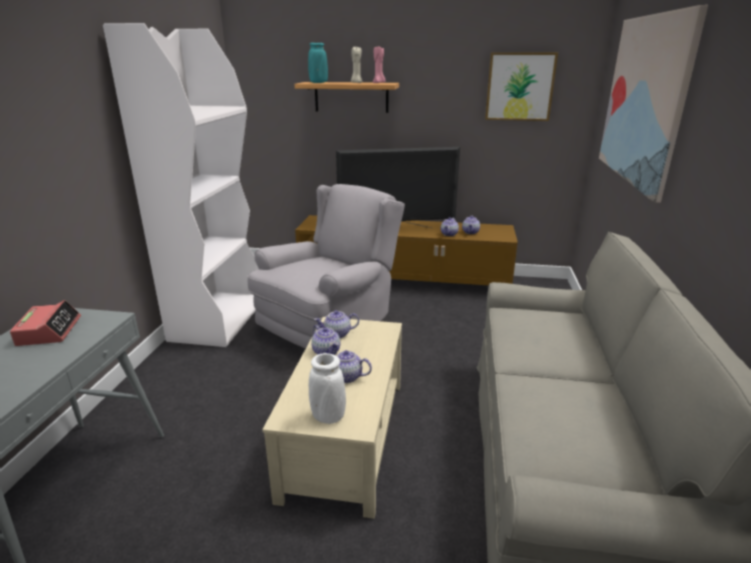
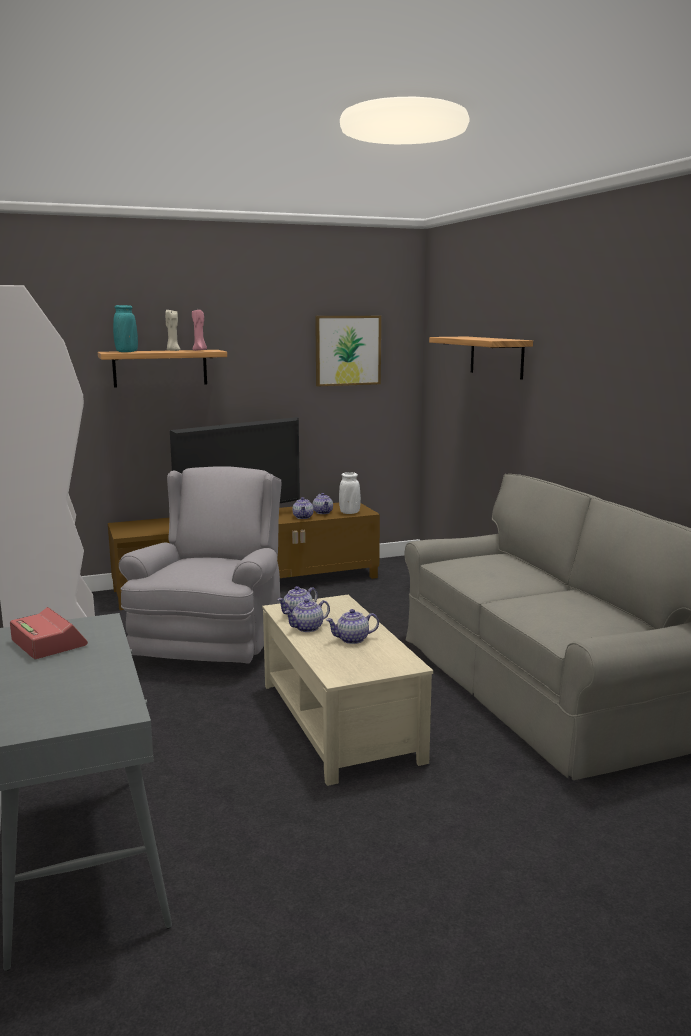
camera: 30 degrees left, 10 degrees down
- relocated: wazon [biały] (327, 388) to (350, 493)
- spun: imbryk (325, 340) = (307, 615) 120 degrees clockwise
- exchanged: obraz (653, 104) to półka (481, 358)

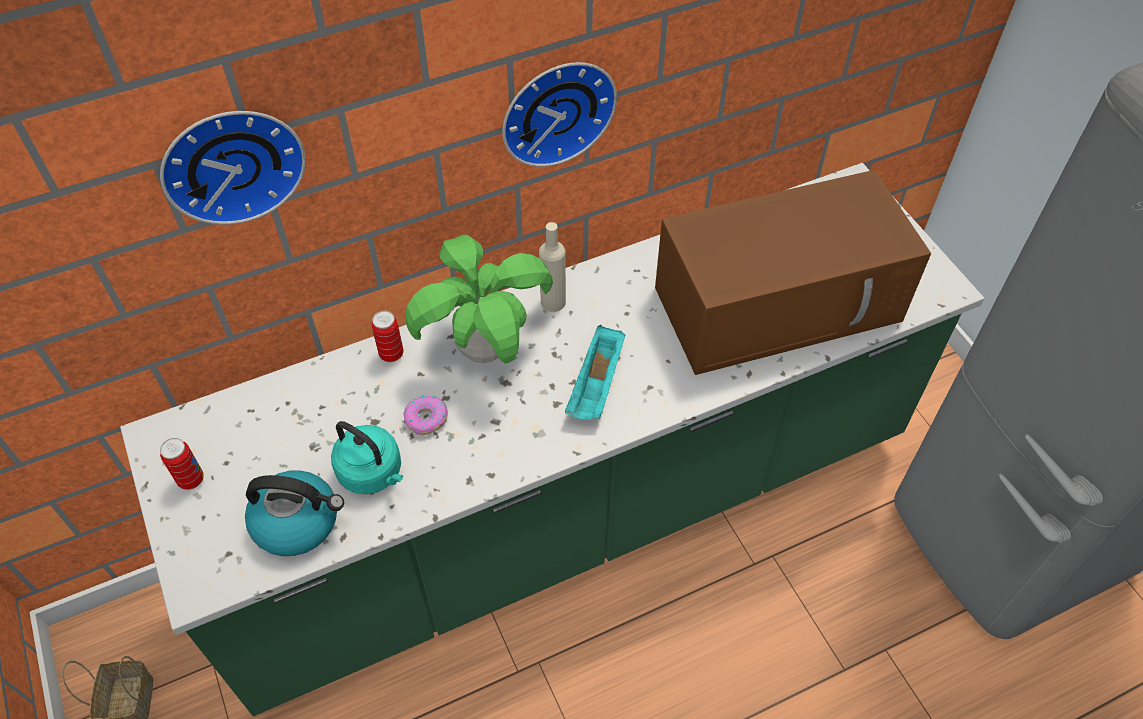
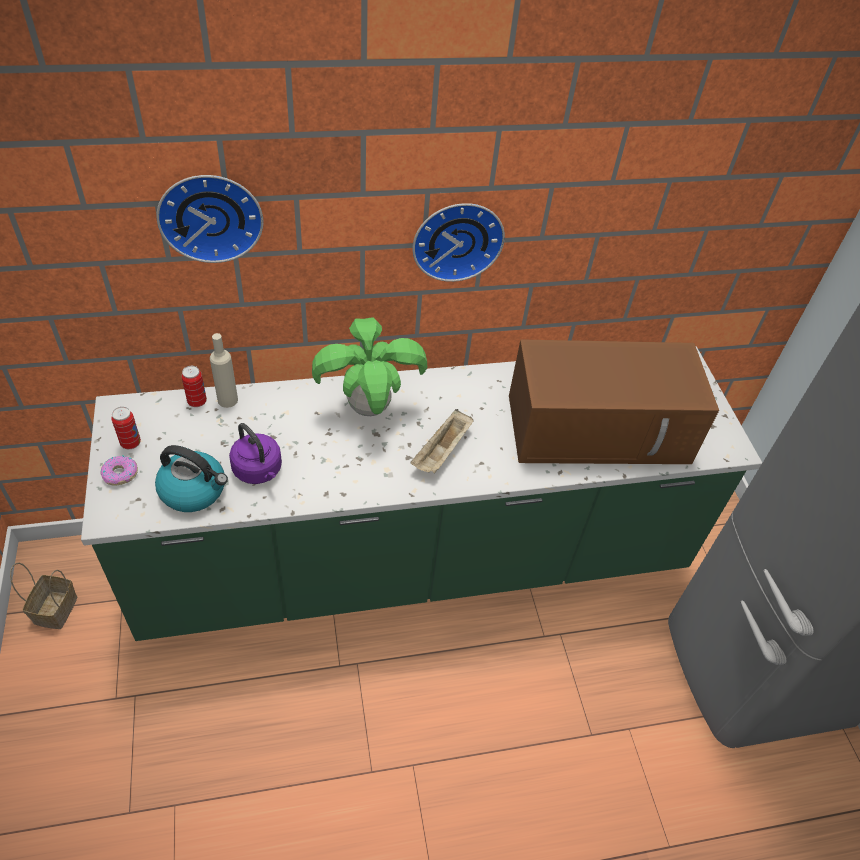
camera: 10 degrees right, 5 degrees down
- colour: czajnik [turkusowy] (367, 457) to czajnik [fioletowy] (255, 453)
- relocated: puszka (388, 336) to (194, 386)
- relocated: donut (425, 415) to (119, 470)
- relocated: butelka [beżowy] (552, 267) to (224, 370)
- colour: taca [turkusowy] (595, 372) to taca [beżowy] (442, 441)

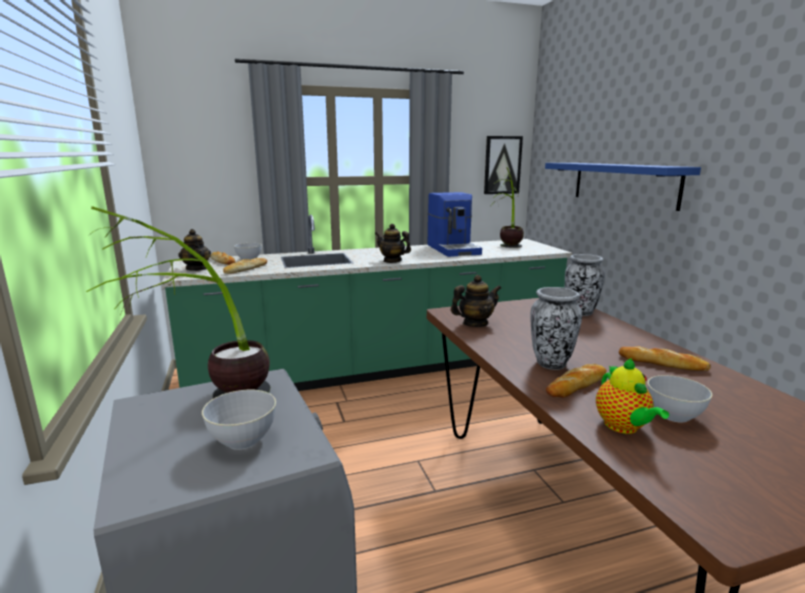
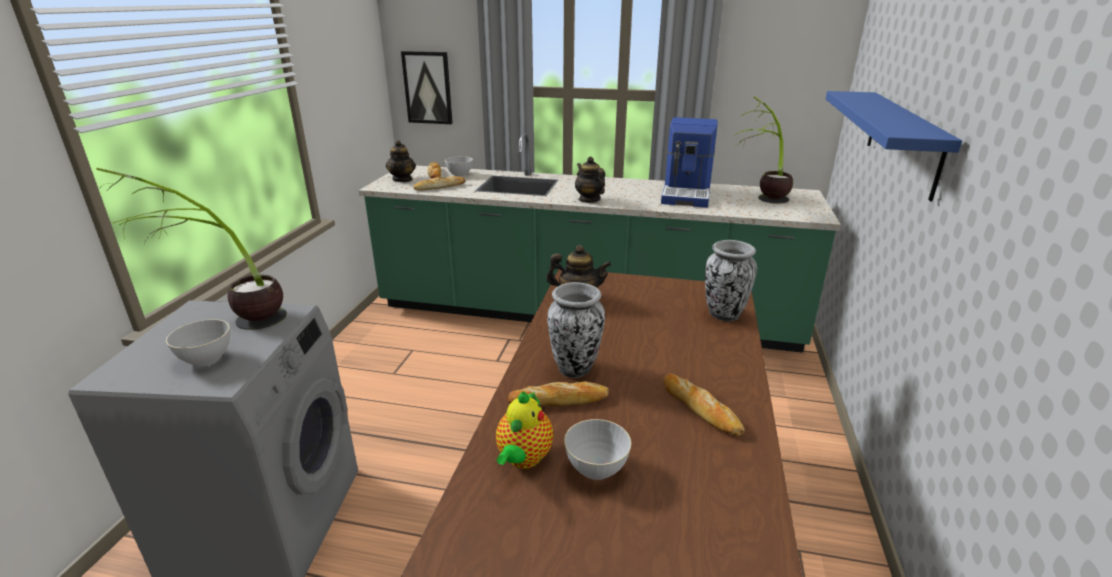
camera: 30 degrees right, 10 degrees up
- relocated: obraz (503, 165) to (427, 87)

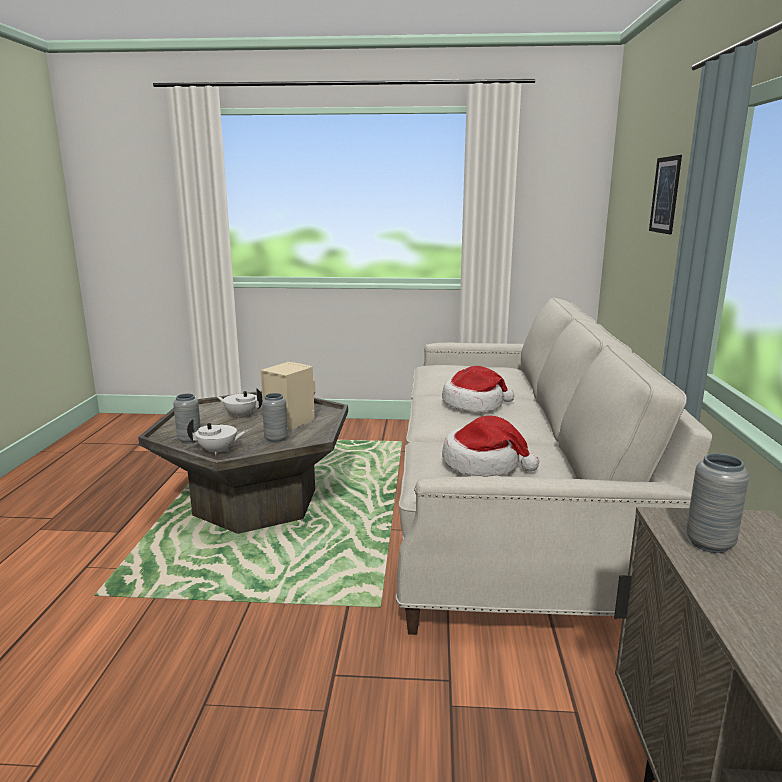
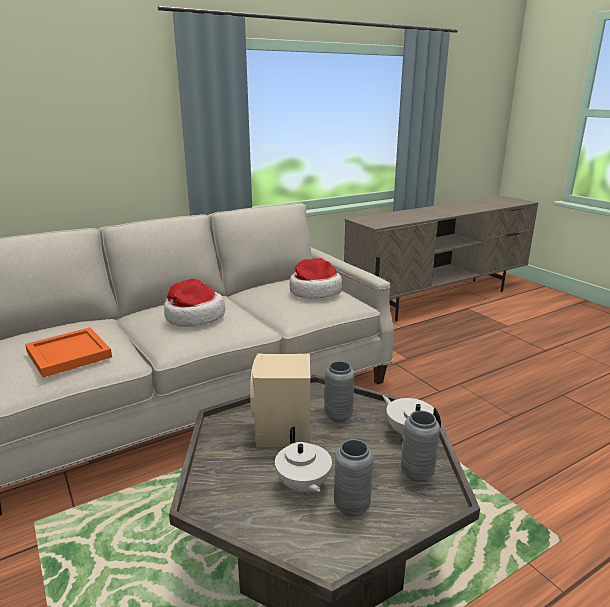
camera: 125 degrees left, 5 degrees up
- missing: obraz (665, 195)
- relocated: wazon [szary] (717, 503) to (353, 478)
- appeared: taca [pomarańczowy] (68, 352)

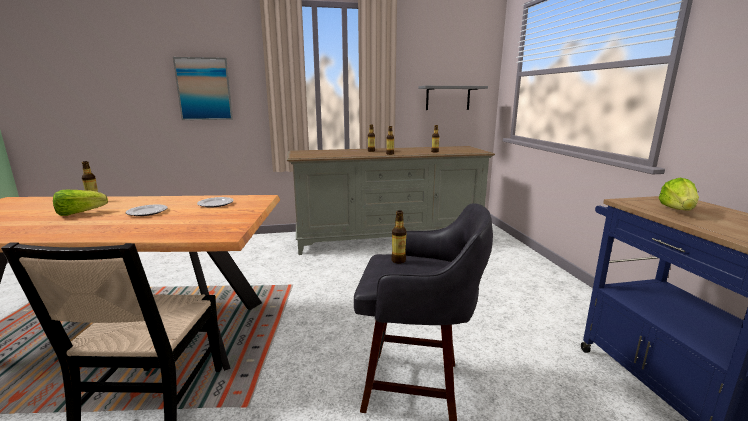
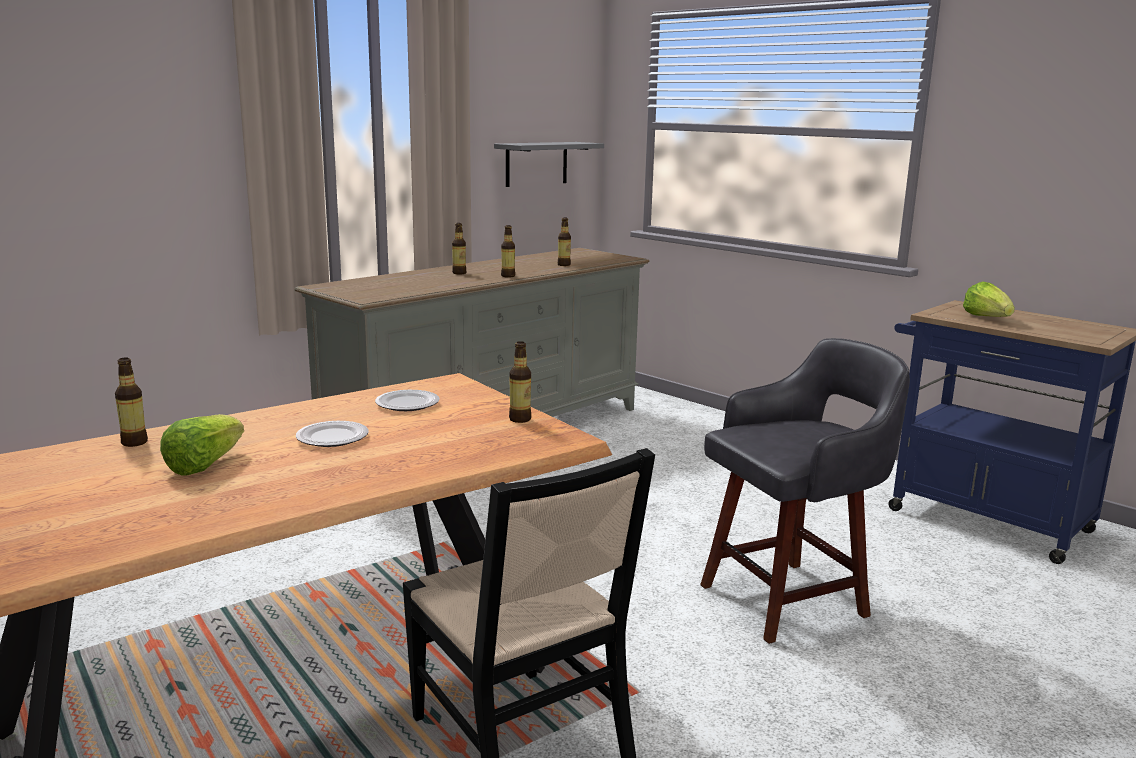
camera: 35 degrees left, 0 degrees up
- missing: obraz (203, 88)
- relocated: butelka (398, 237) to (520, 382)

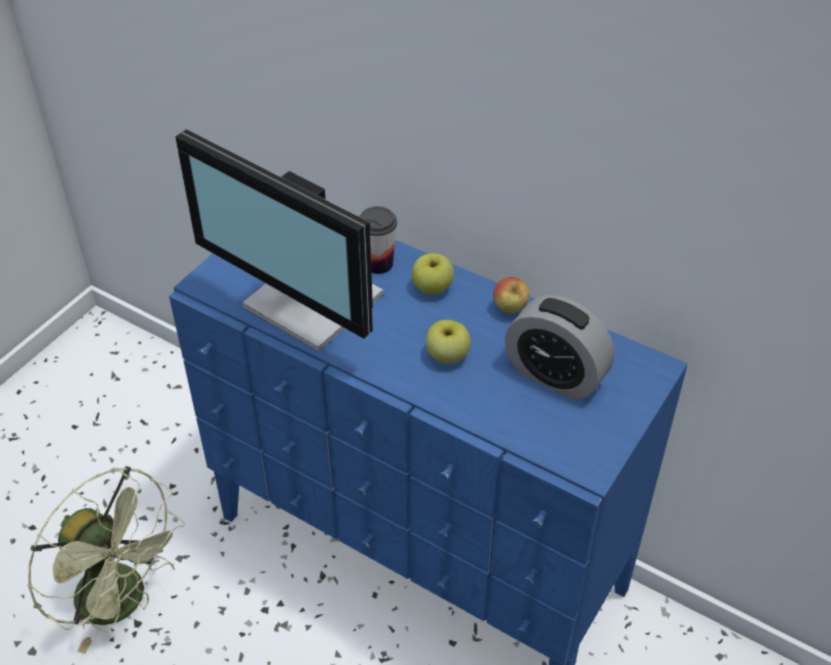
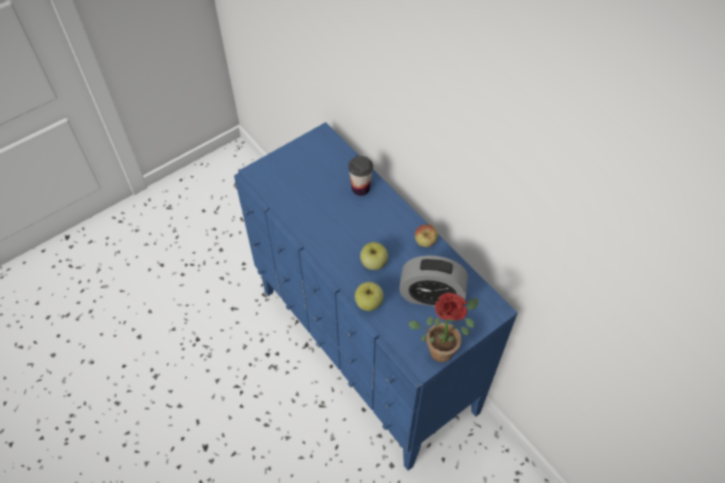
camera: 20 degrees right, 10 degrees up
- missing: wentylator [zielony] (106, 560)
- missing: monitor (279, 240)
- relocated: jabłko (433, 274) to (369, 296)
- spun: budzik (560, 347) = (433, 281) 45 degrees counterclockwise
- appeared: roślina doniczkowa (443, 327)

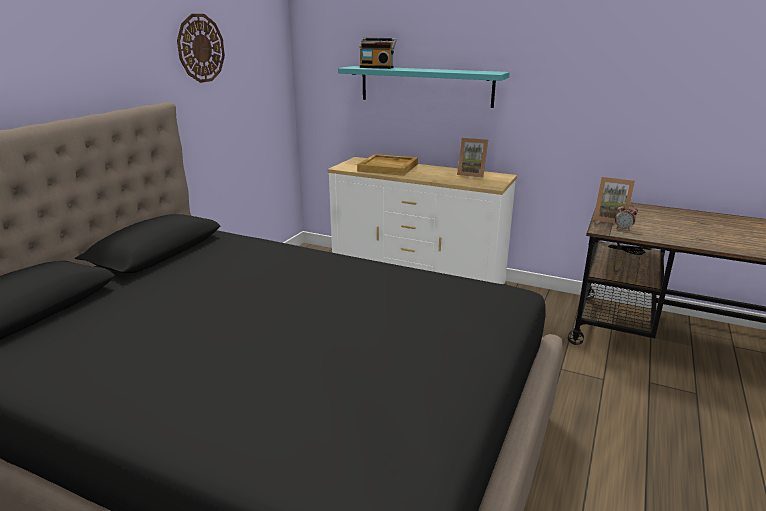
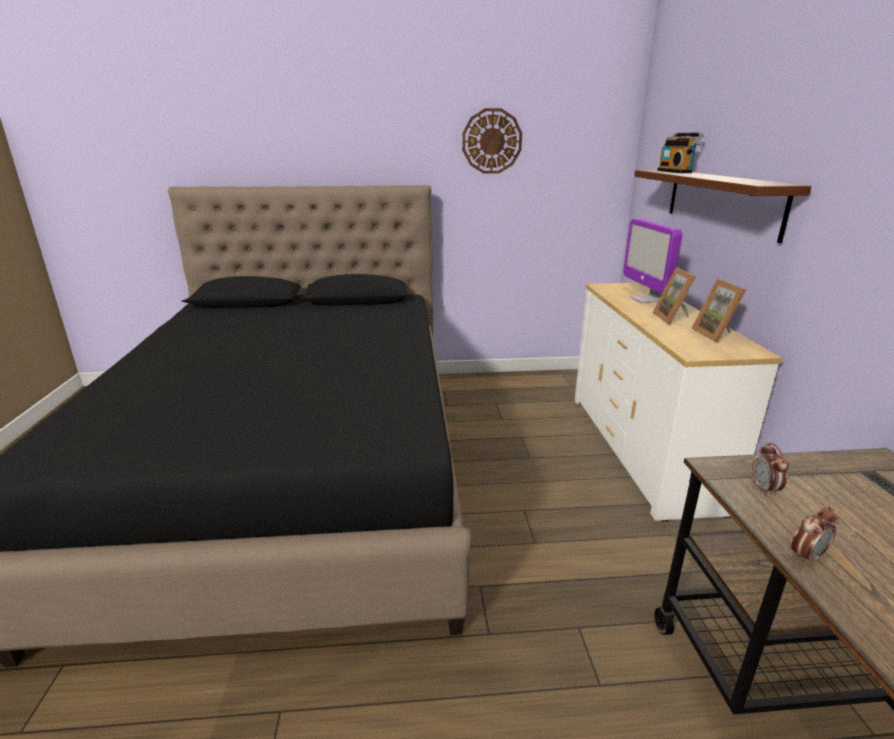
camera: 60 degrees right, 0 degrees up
- colour: półka [turkusowy] (424, 87) to półka [brązowy] (723, 206)
- exchanged: taca [beżowy] (387, 165) to monitor (652, 261)
- relocated: ramka na zdjęcie (614, 200) to (674, 296)
- appeared: budzik (814, 536)

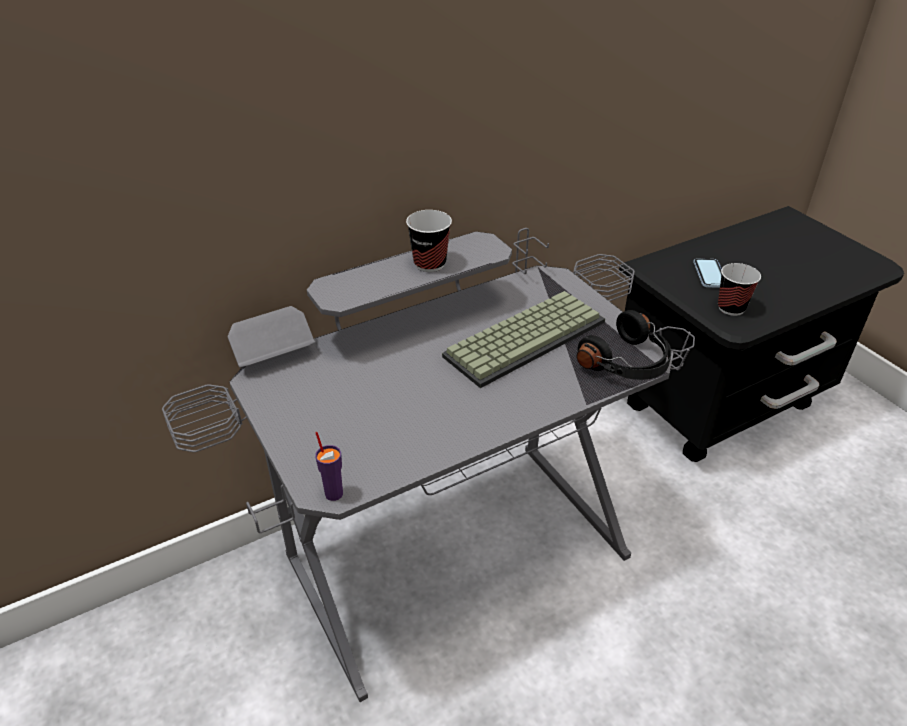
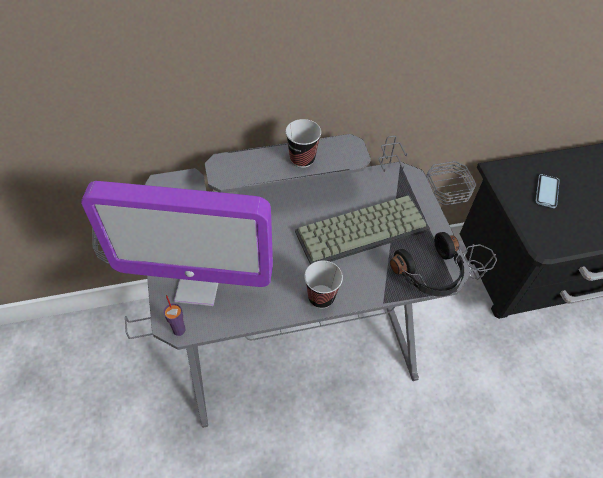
camera: 15 degrees right, 15 degrees up
- relocated: filiżanka (739, 289) to (323, 284)
- appeared: monitor (177, 243)

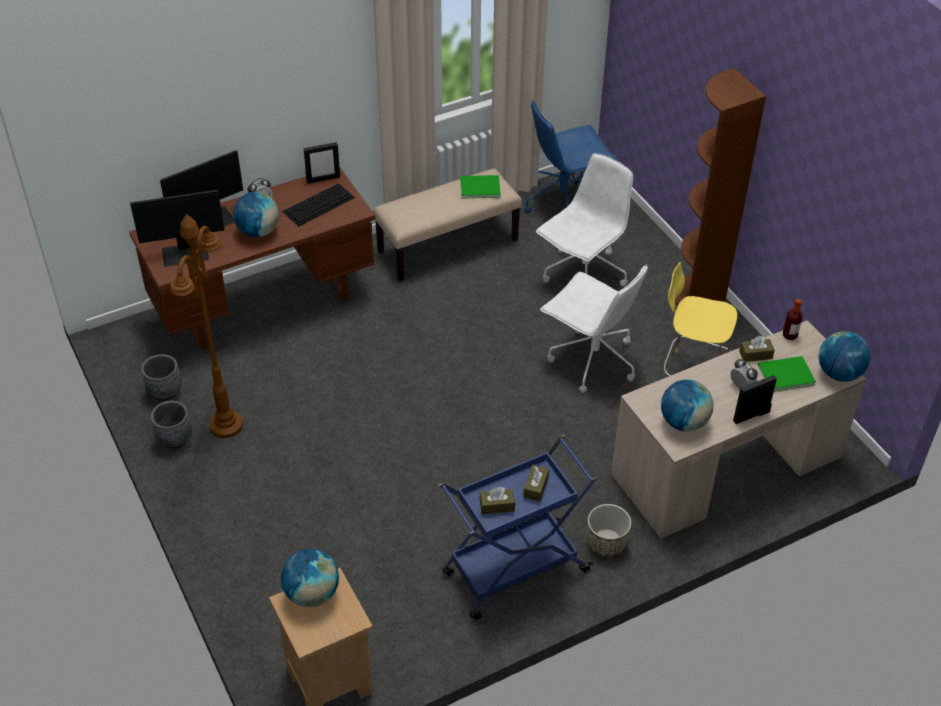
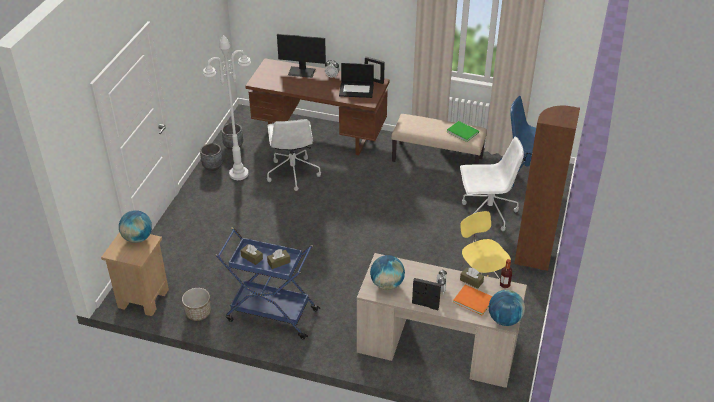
camera: 45 degrees right, 5 degrees down
- missing: monitor (177, 228)
- colour: lampa stojąca [brązowy] (207, 326) to lampa stojąca [biały] (227, 107)
- missing: globus (256, 214)
- exchanged: klawiatura (318, 204) to laptop (356, 80)
- relocated: krzesło biurowe [biały] (594, 329) to (294, 155)
- relocated: donica (609, 530) to (196, 304)
- colour: książka [zielony] (787, 374) to książka [pomarańczowy] (473, 300)

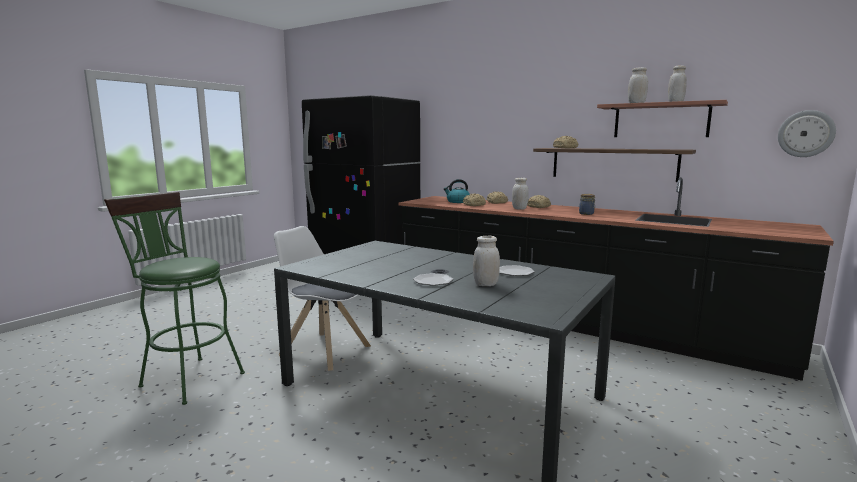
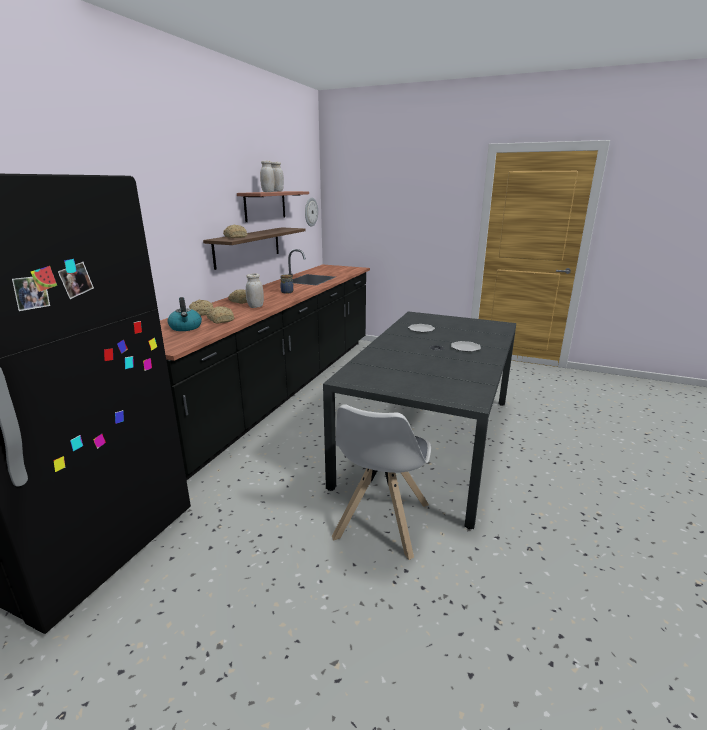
camera: 100 degrees left, 10 degrees up
- missing: stołek [zielony] (174, 298)
- missing: słoik [biały] (486, 261)

